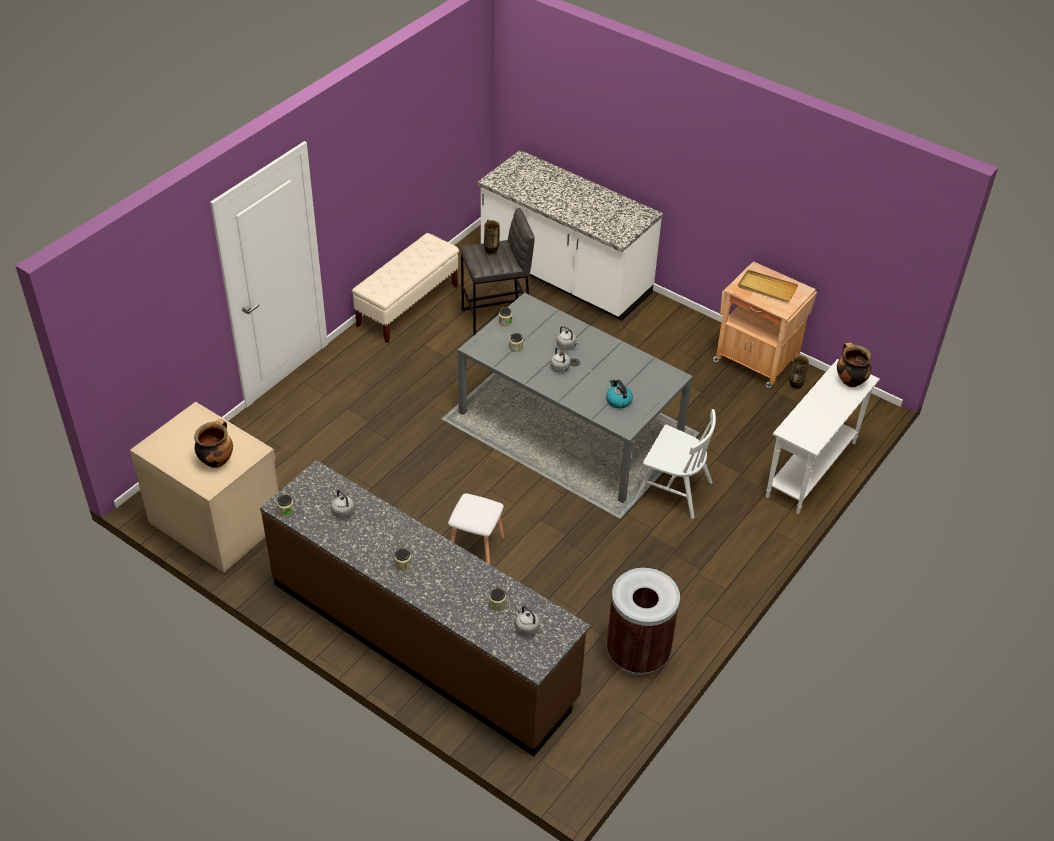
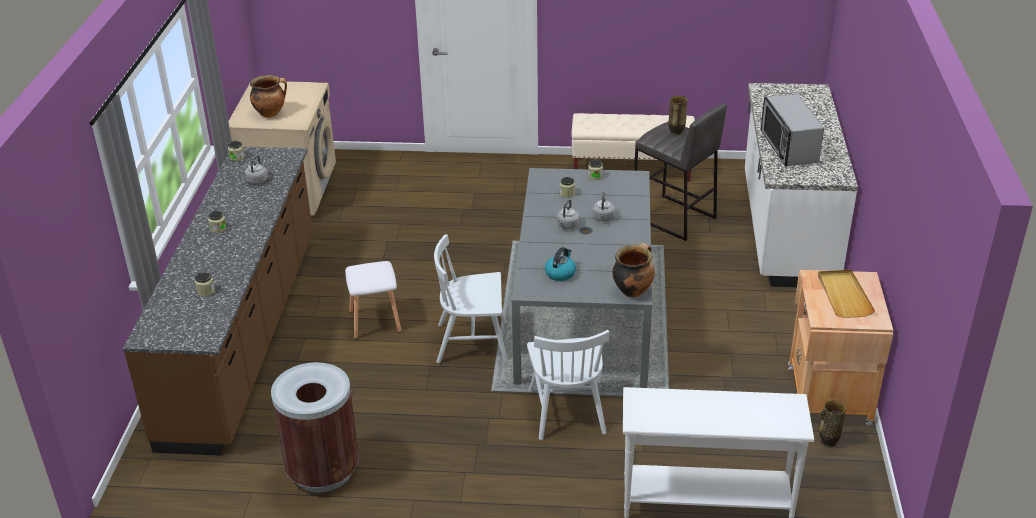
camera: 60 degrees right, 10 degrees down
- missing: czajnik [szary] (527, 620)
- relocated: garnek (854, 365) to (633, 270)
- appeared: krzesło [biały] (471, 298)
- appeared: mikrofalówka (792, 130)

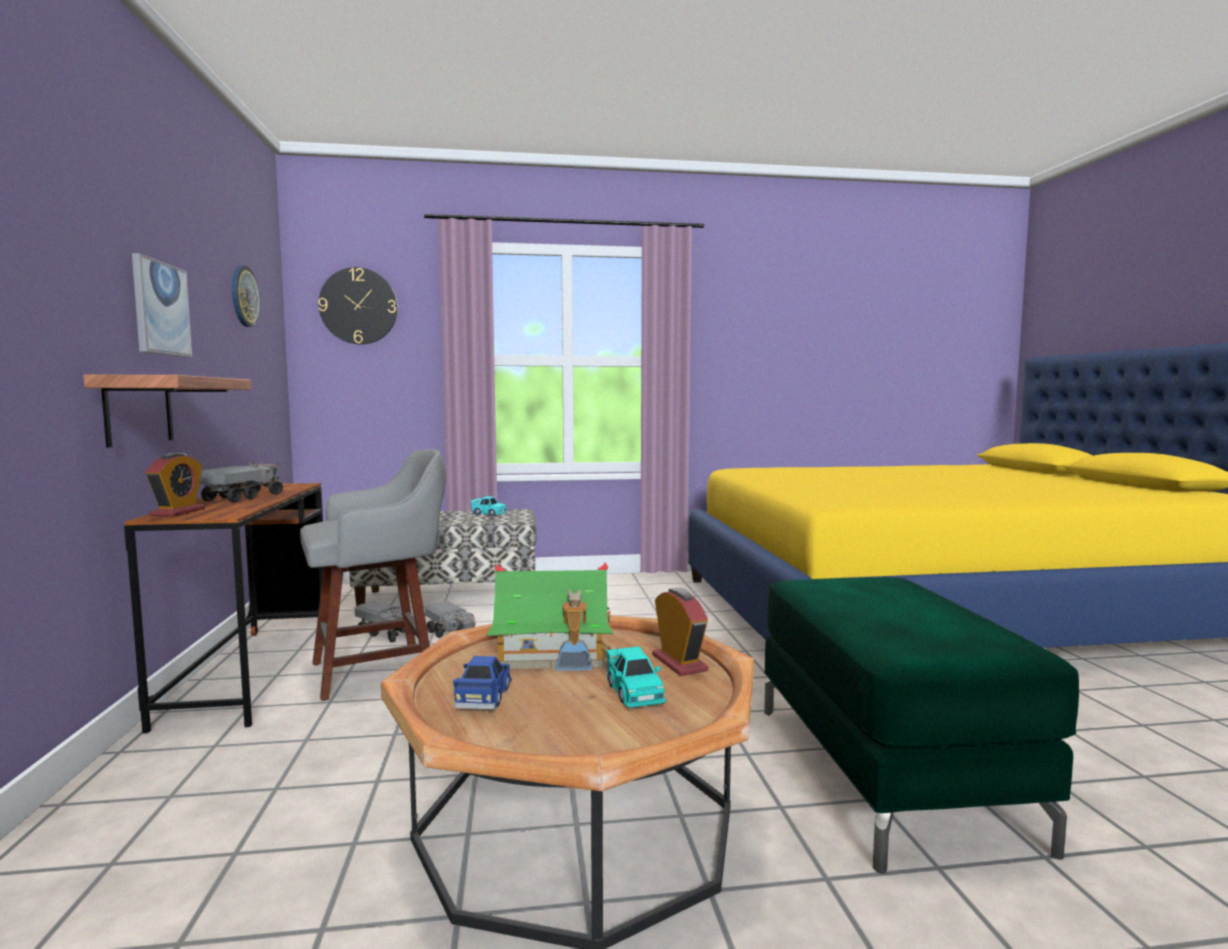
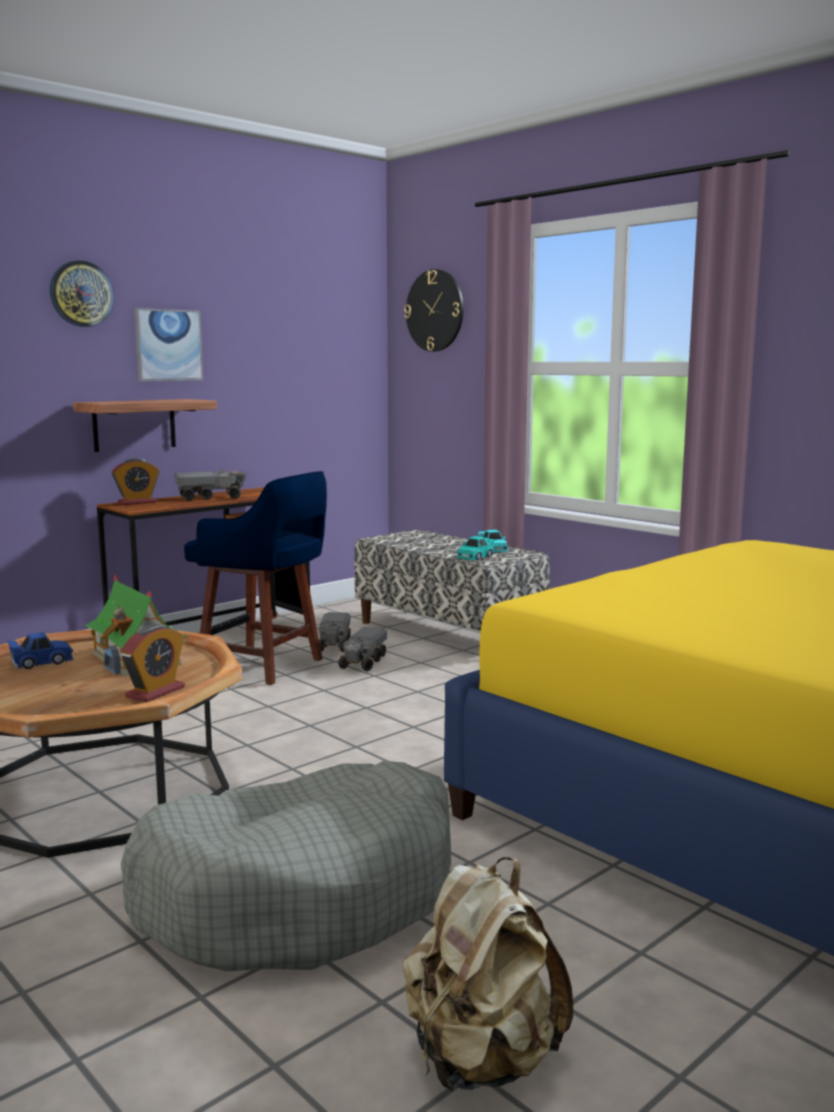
camera: 55 degrees right, 5 degrees up
- relocated: zegar ścienny (246, 296) to (82, 293)
- colour: stołek [szary] (373, 575) to stołek [niebieski] (255, 578)
- relocated: samochodzik [turkusowy] (636, 677) to (476, 548)
- exchanged: pufa [zielony] (921, 725) to legowisko [szary] (286, 866)
- appeared: plecak [beżowy] (488, 974)

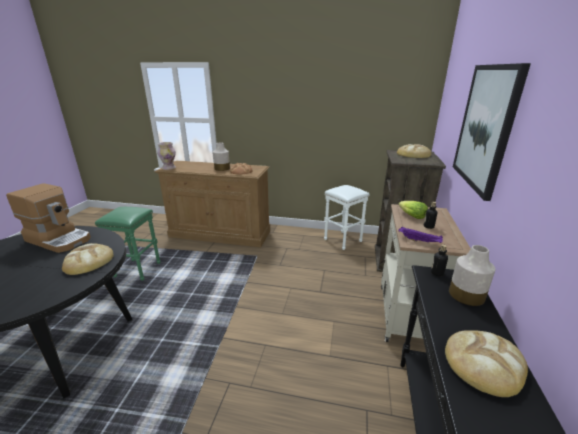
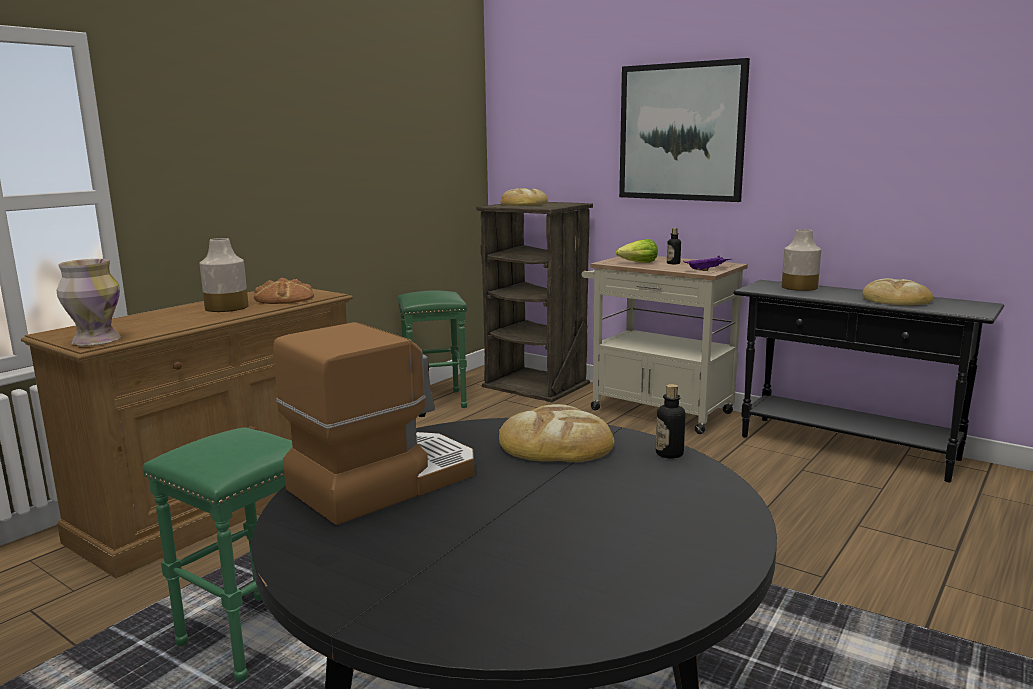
camera: 65 degrees left, 10 degrees down
- colour: stołek [biały] (347, 217) to stołek [zielony] (432, 349)
- relocated: butelka (439, 260) to (670, 421)

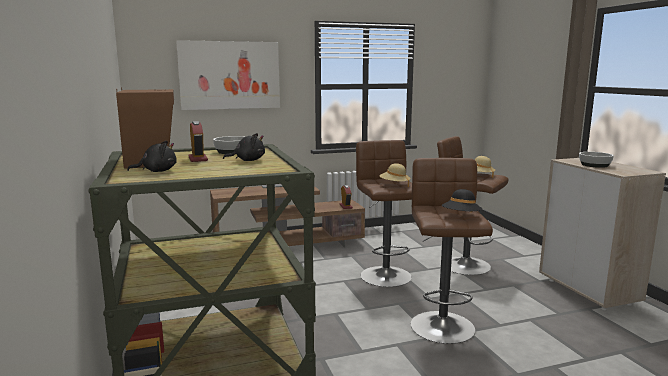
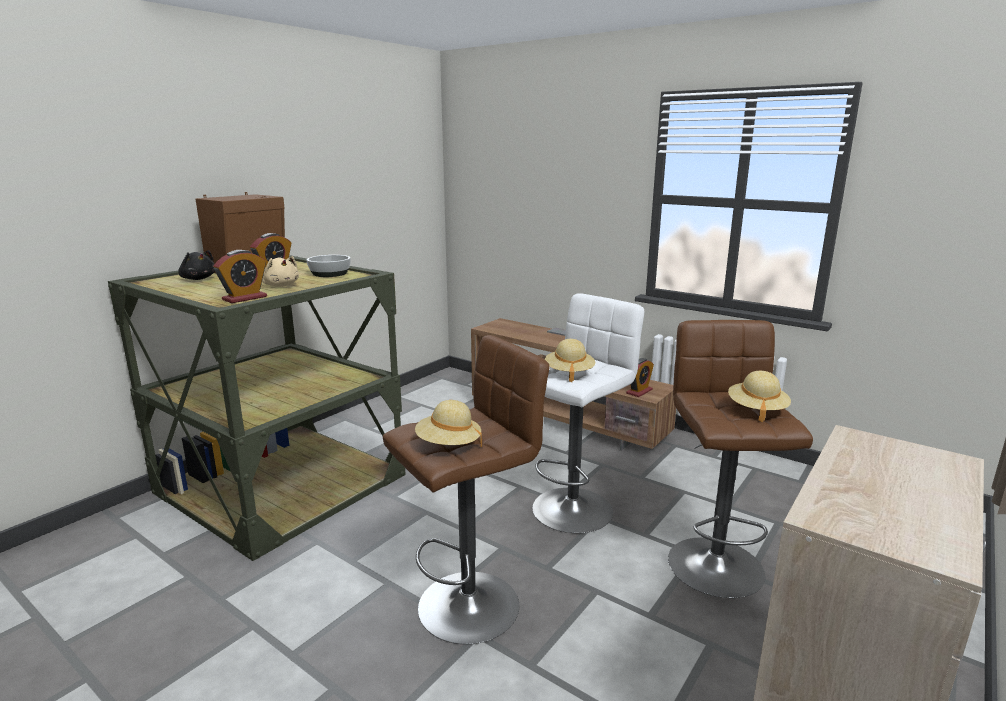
camera: 55 degrees right, 5 degrees up
- missing: obraz (228, 75)
- colour: pluszak [czarny] (244, 147) to pluszak [beżowy] (280, 271)
- colour: stołek [brązowy] (384, 213) to stołek [biały] (588, 413)
- colour: kapelusz [czarny] (462, 200) to kapelusz [beżowy] (448, 423)
- missing: miska (596, 160)
- appeared: budzik (240, 276)

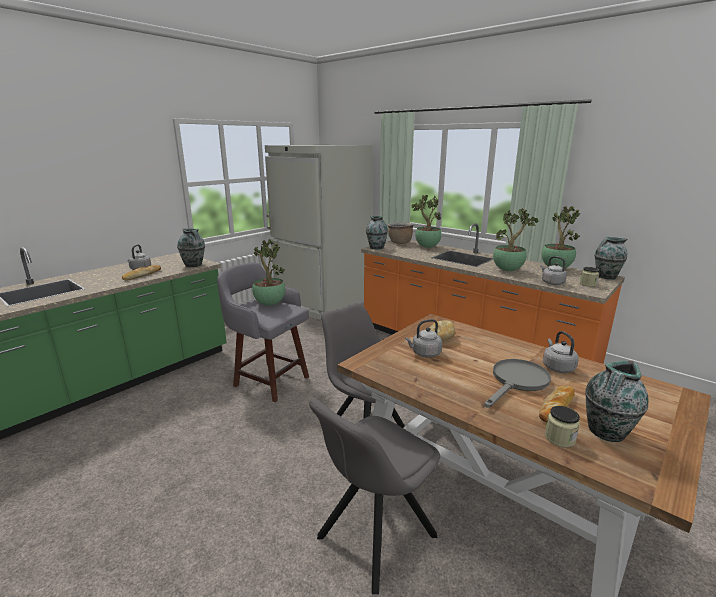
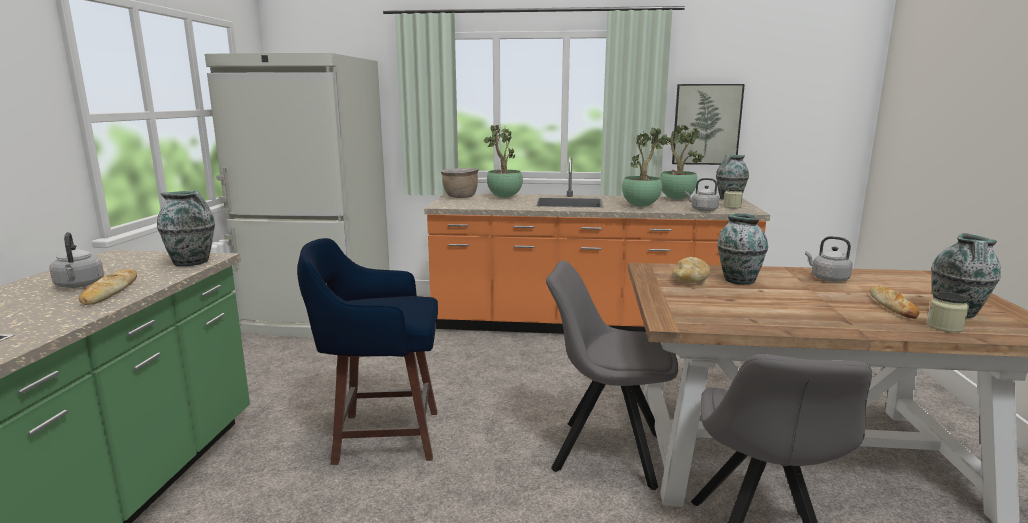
camera: 35 degrees left, 5 degrees down
- colour: stołek [szary] (263, 332) to stołek [niebieski] (367, 351)
- missing: roślina doniczkowa (268, 272)
- relocated: wazon (377, 232) to (742, 248)
- missing: czajnik [szary] (423, 338)
- missing: patelnia [szary] (517, 383)
- appeared: obraz (708, 124)

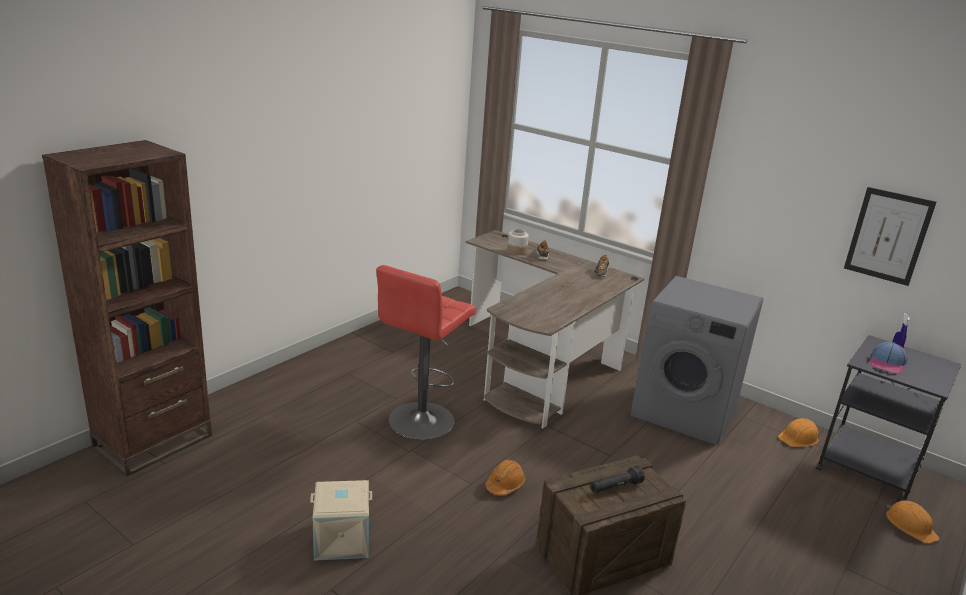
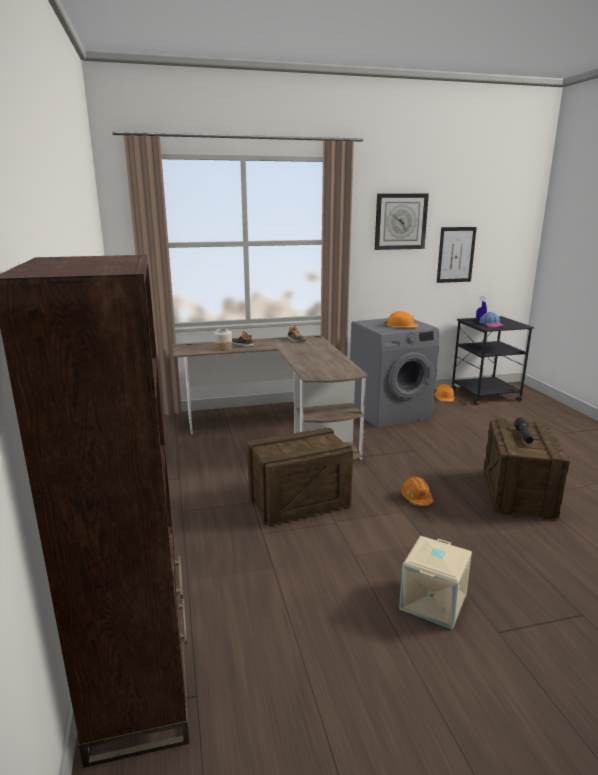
camera: 50 degrees left, 5 degrees down
- exchanged: stołek [czerwony] (426, 352) to skrzynka (300, 476)
- relocated: kask [pomarańczowy] (913, 522) to (401, 319)
- appeared: zegar ścienny (402, 221)

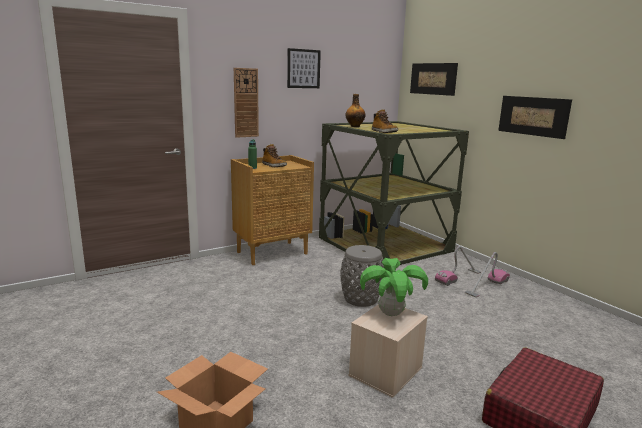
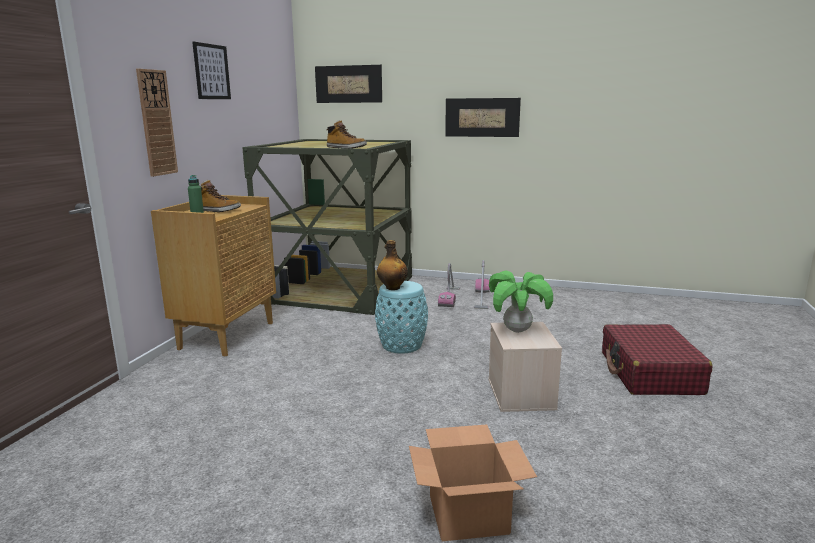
camera: 40 degrees left, 0 degrees up
- colour: stołek [szary] (362, 276) to stołek [turkusowy] (401, 317)
- relocated: butelka (355, 110) to (392, 265)

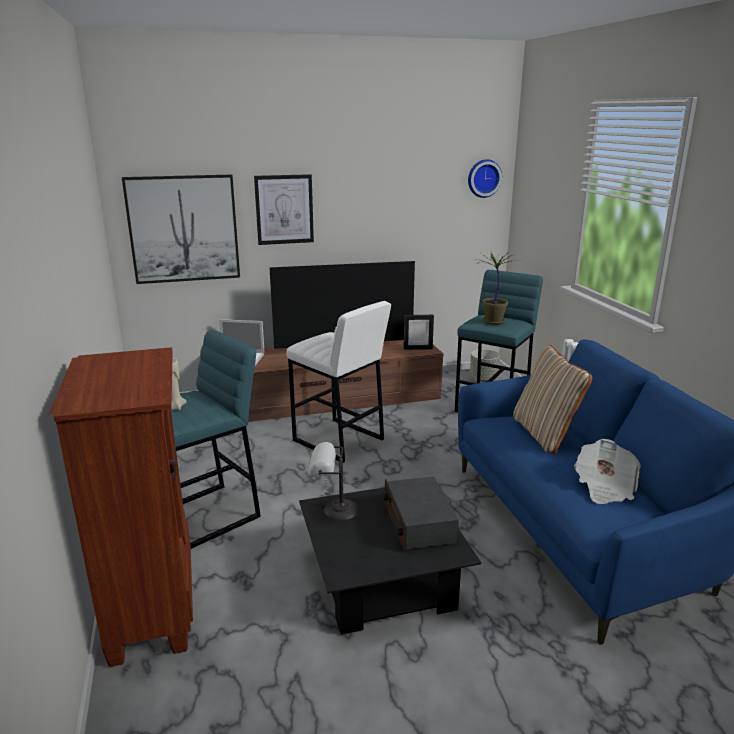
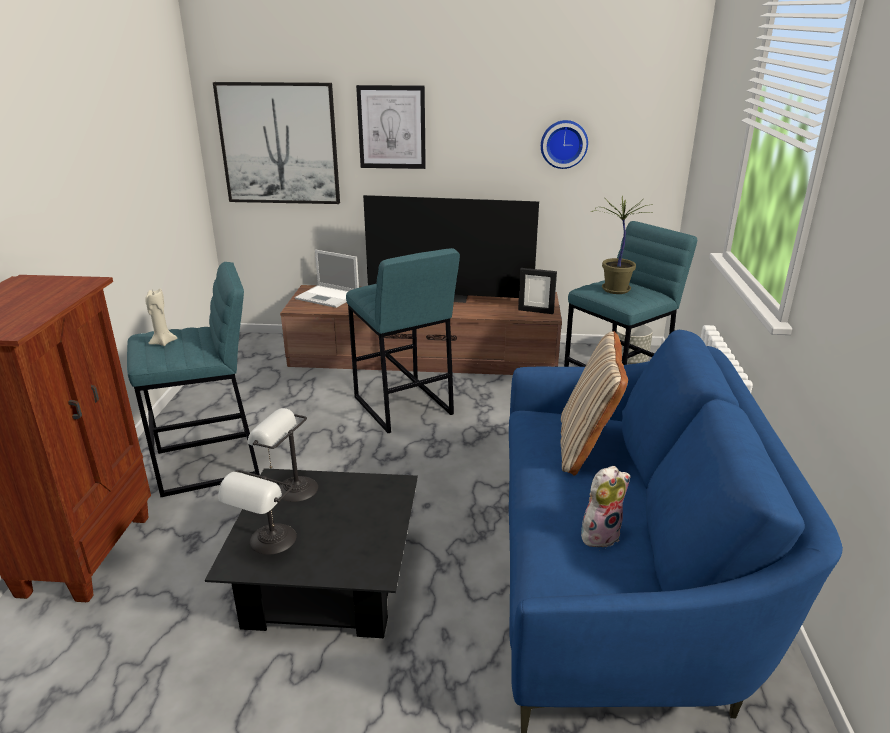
camera: 20 degrees right, 5 degrees up
- colour: stołek [biały] (338, 382) to stołek [turkusowy] (403, 340)
- missing: radio (420, 514)
- relocated: zegar ścienny (485, 178) to (564, 144)
- exchanged: gazeta (607, 471) to pluszak (606, 506)
- appeared: lampa stołowa (257, 512)

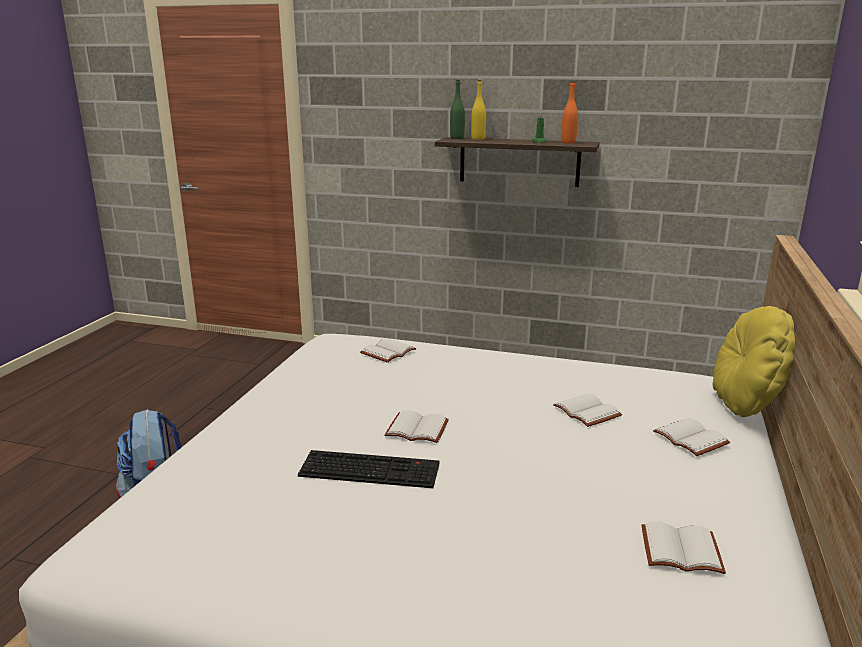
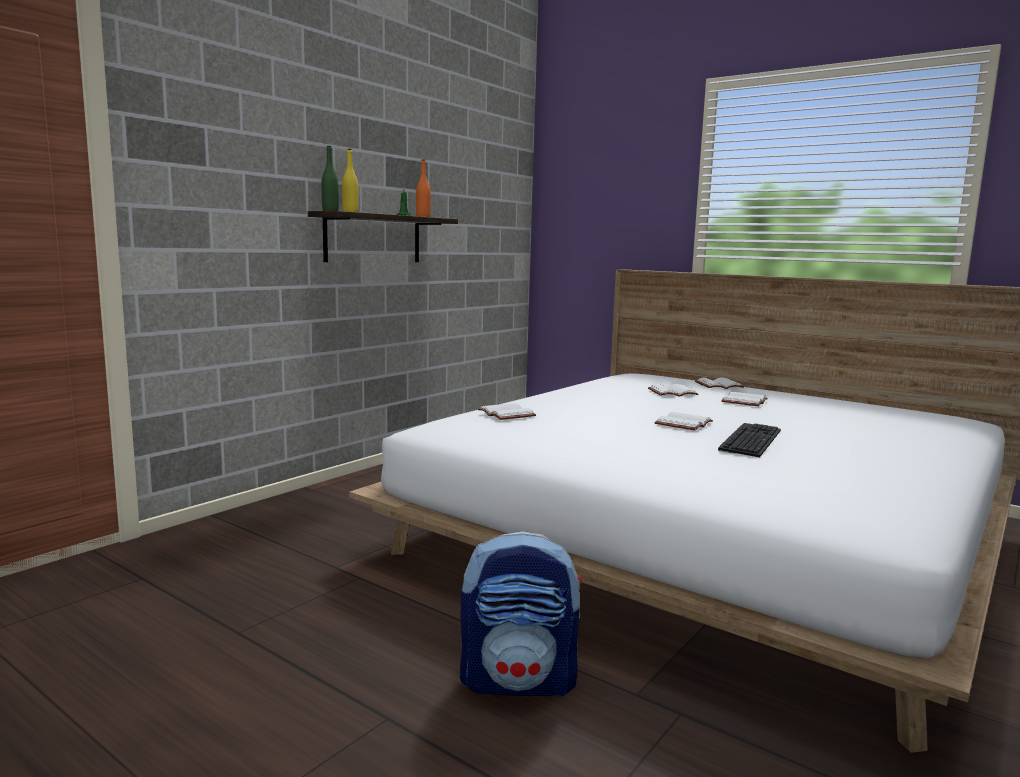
camera: 70 degrees left, 10 degrees down
- relocated: książka [biały] (683, 548) to (744, 399)
- missing: poduszka [żółty] (754, 361)

